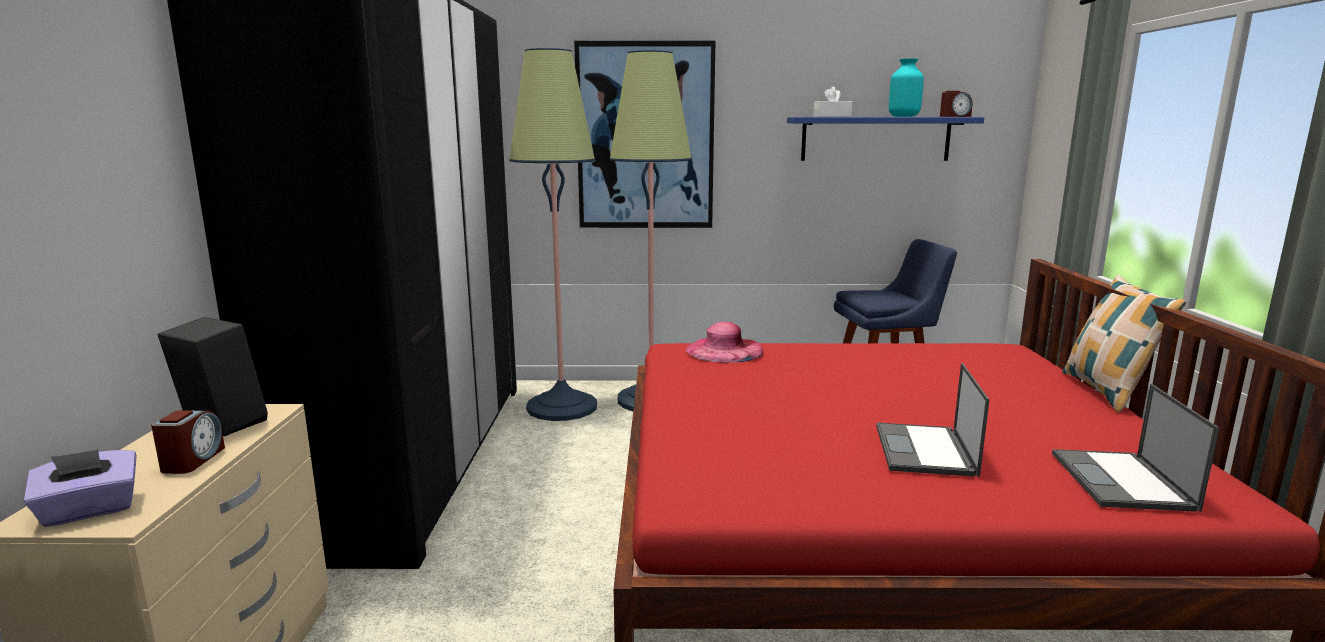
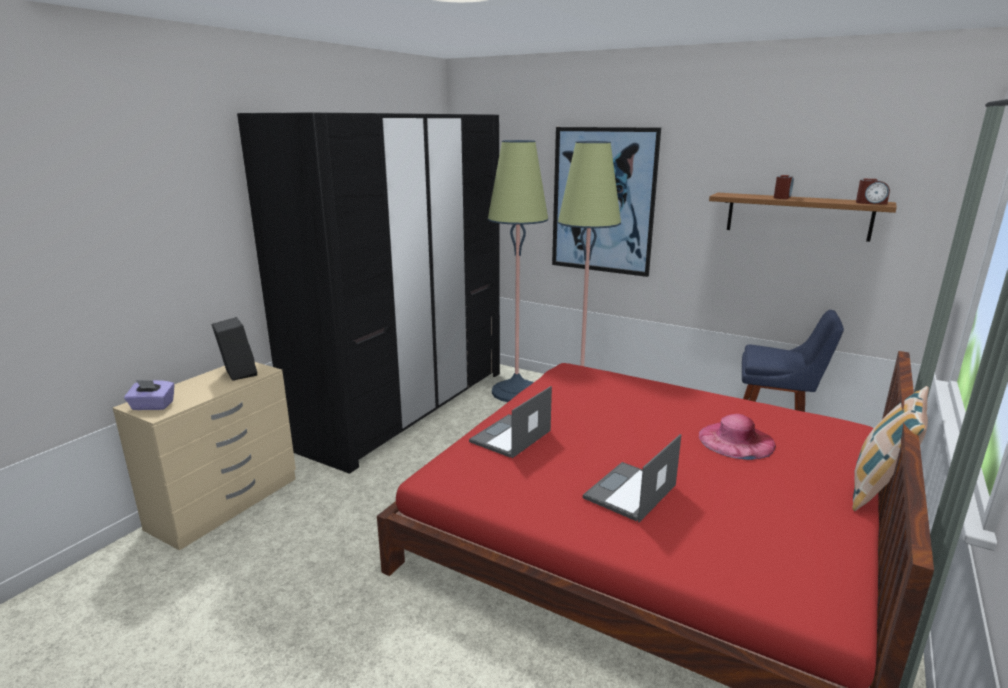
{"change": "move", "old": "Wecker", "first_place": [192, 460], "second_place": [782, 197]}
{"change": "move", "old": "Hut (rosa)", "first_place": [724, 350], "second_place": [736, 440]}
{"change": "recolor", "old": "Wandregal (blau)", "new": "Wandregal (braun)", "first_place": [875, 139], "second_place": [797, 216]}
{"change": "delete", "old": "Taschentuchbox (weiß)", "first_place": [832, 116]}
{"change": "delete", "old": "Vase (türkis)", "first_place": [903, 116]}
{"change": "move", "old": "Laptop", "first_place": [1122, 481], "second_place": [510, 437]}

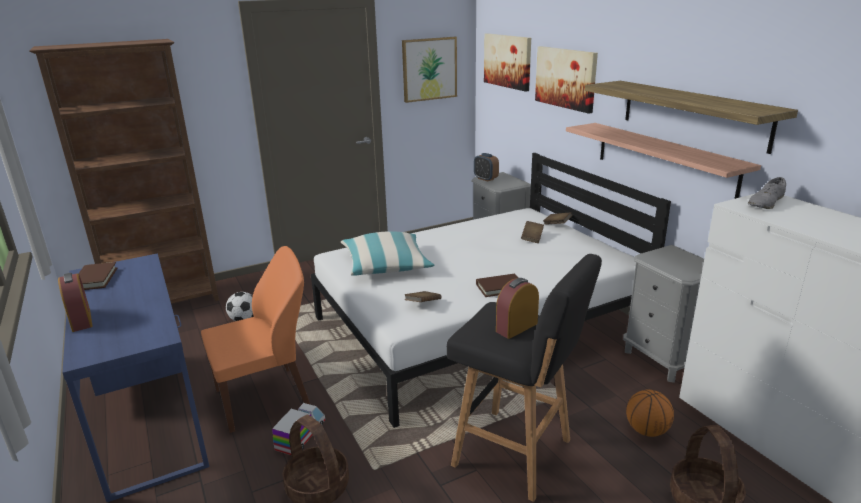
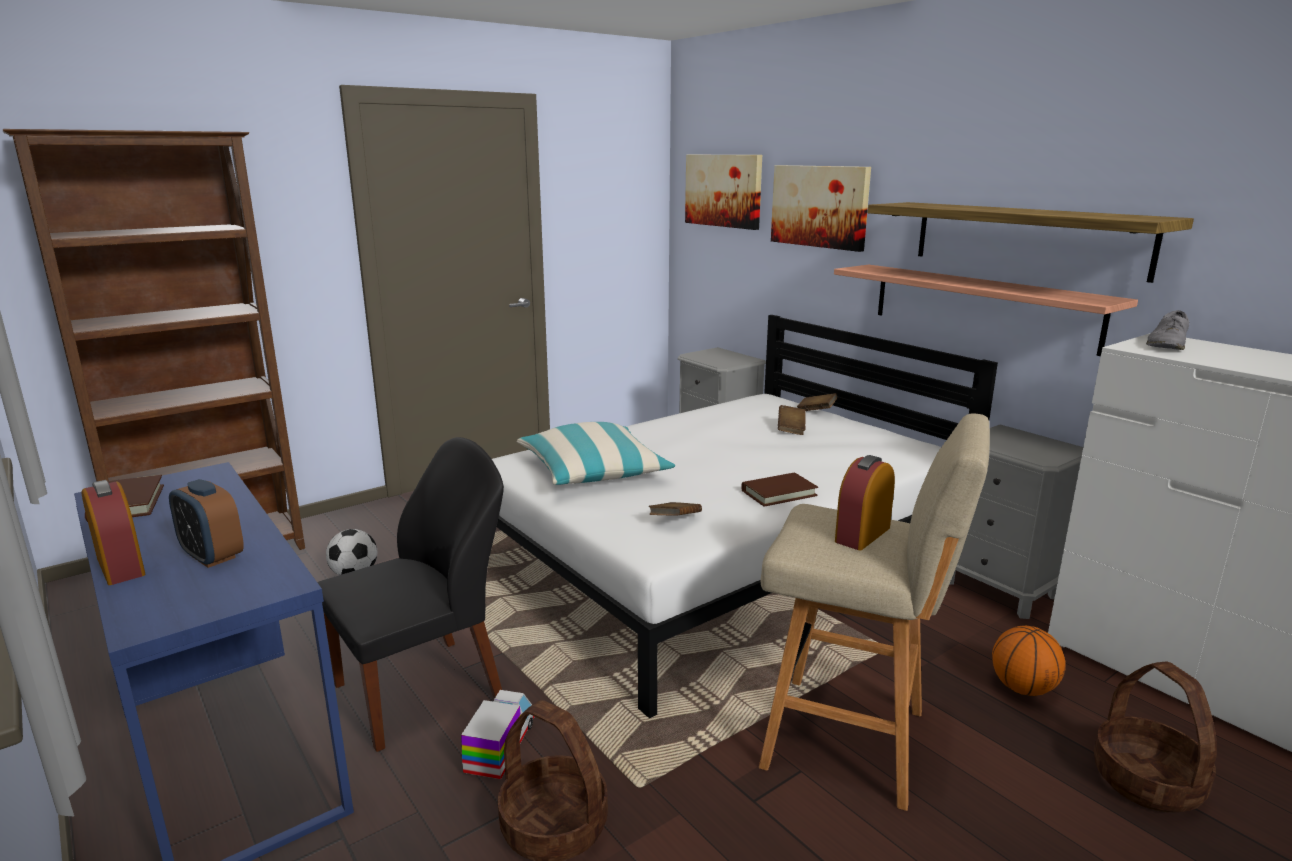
{"change": "recolor", "old": "Stuhl (orange)", "new": "Stuhl (schwarz)", "first_place": [266, 397], "second_place": [423, 690]}
{"change": "delete", "old": "Bild", "first_place": [429, 69]}
{"change": "recolor", "old": "Hocker (schwarz)", "new": "Hocker (beige)", "first_place": [516, 454], "second_place": [851, 741]}
{"change": "move", "old": "Wecker", "first_place": [485, 179], "second_place": [212, 556]}

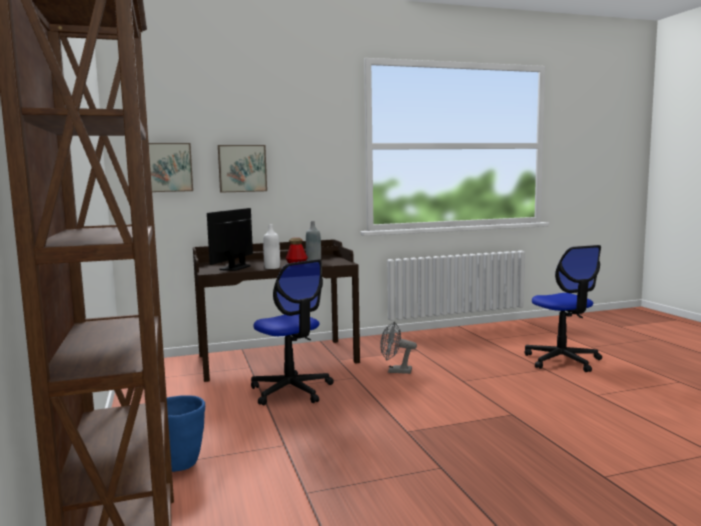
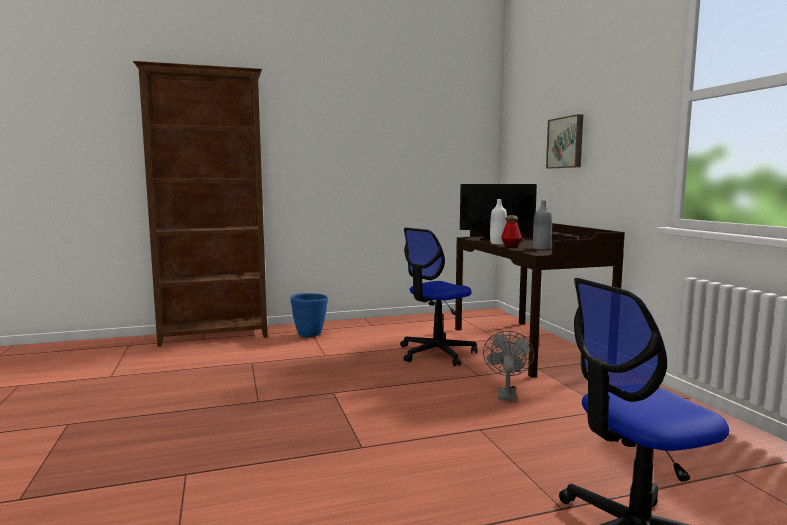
{"change": "delete", "old": "Bild", "first_place": [166, 167]}

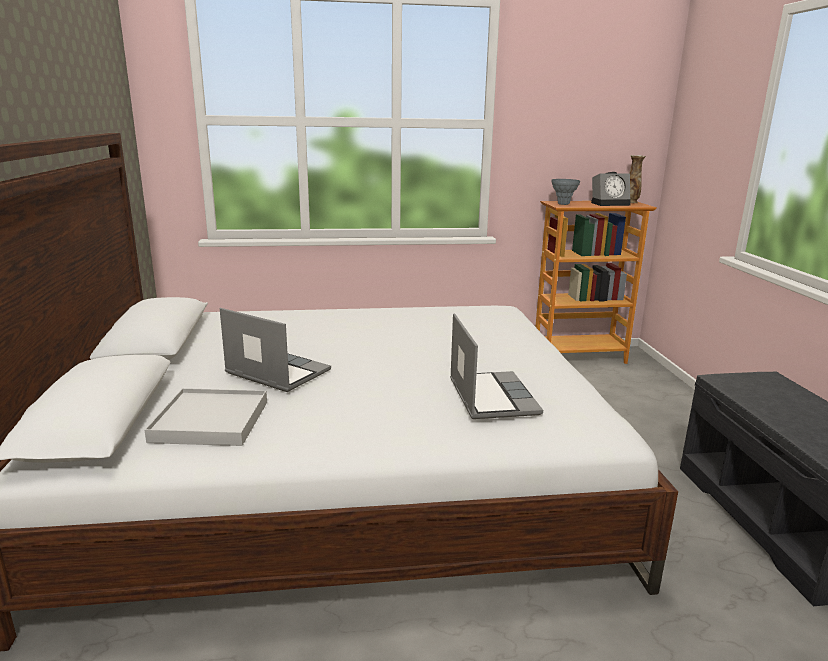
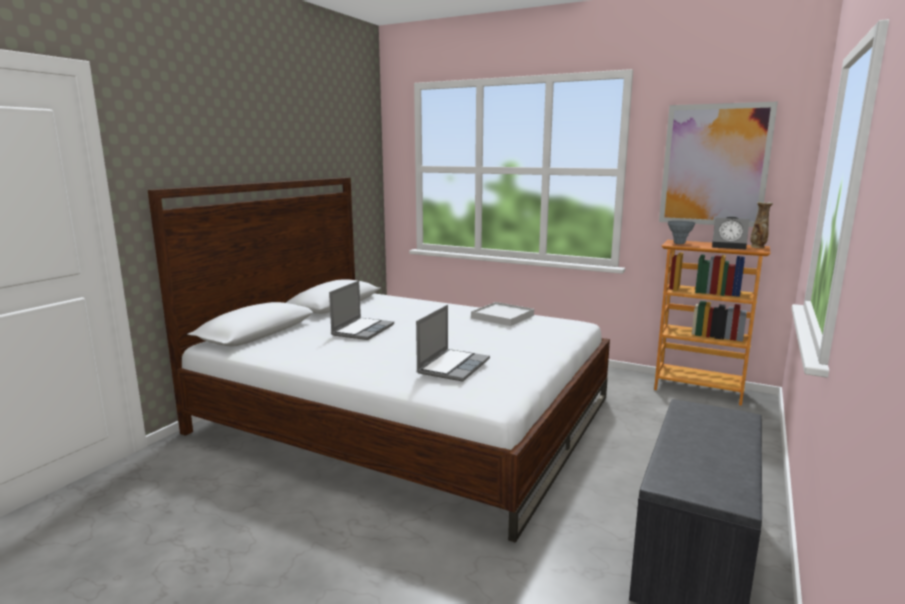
{"change": "move", "old": "Tablett (weiß)", "first_place": [210, 421], "second_place": [502, 316]}
{"change": "rotate", "old": "Laptop", "first_place": [276, 372], "second_place": [362, 330], "degrees": 45}
{"change": "insert", "new": "Bild", "second_place": [714, 165]}

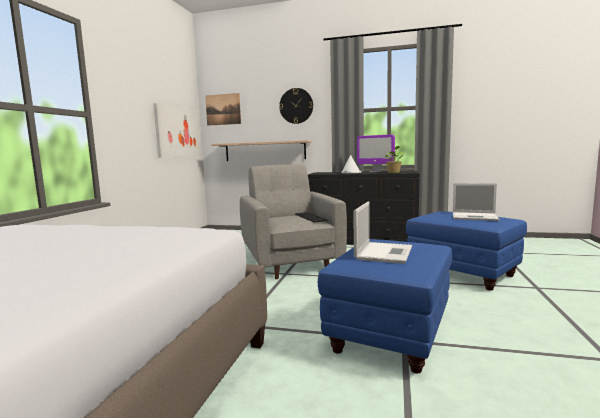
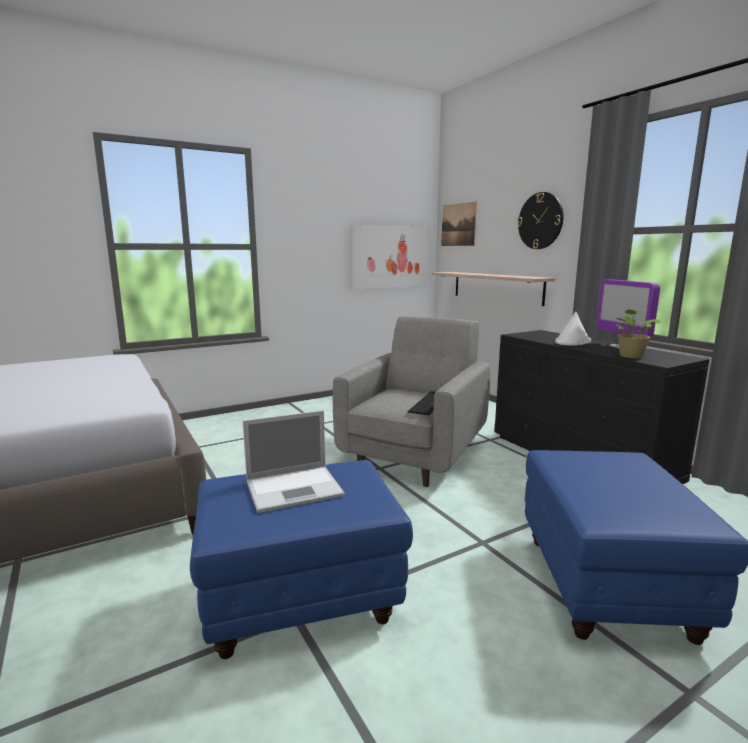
{"change": "delete", "old": "Laptop", "first_place": [475, 217]}

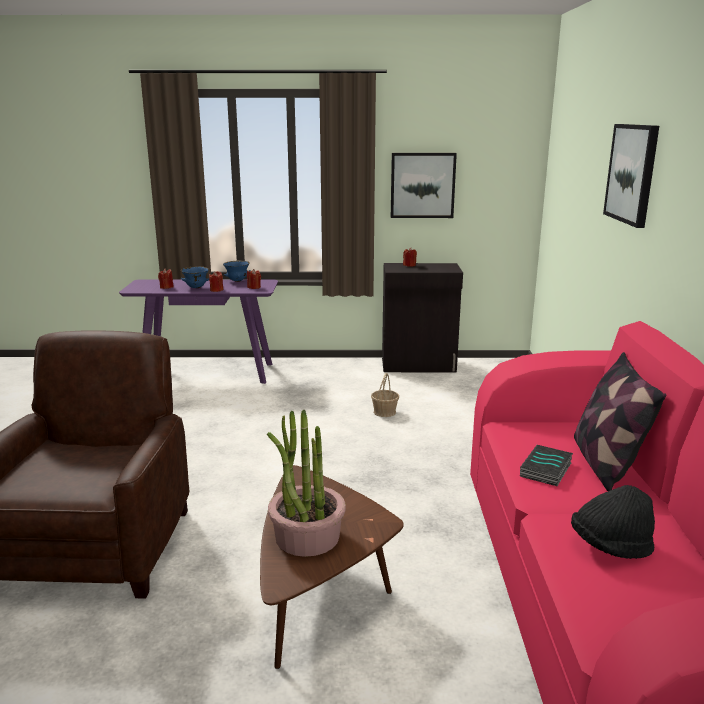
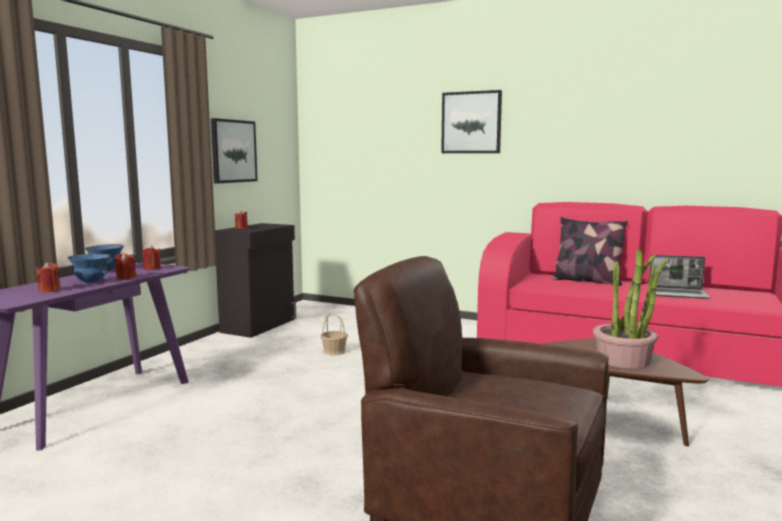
{"change": "delete", "old": "Buch", "first_place": [547, 470]}
{"change": "replace", "old": "Hut (schwarz)", "new": "Laptop", "first_place": [610, 546], "second_place": [678, 294]}

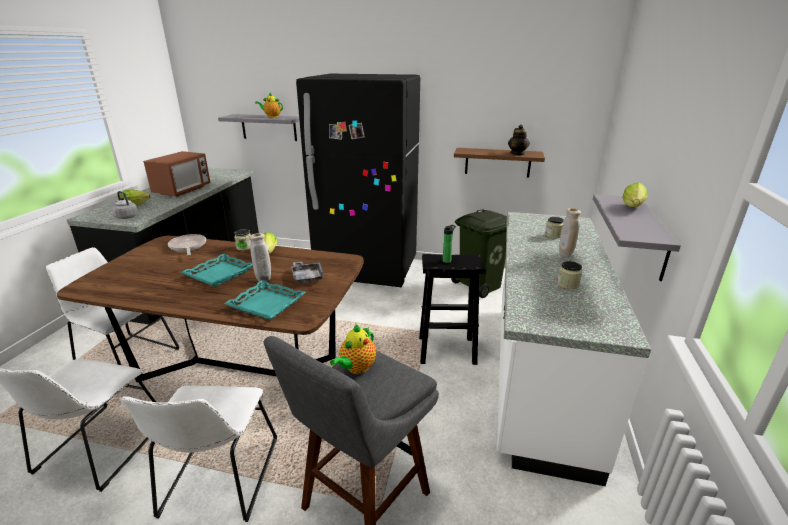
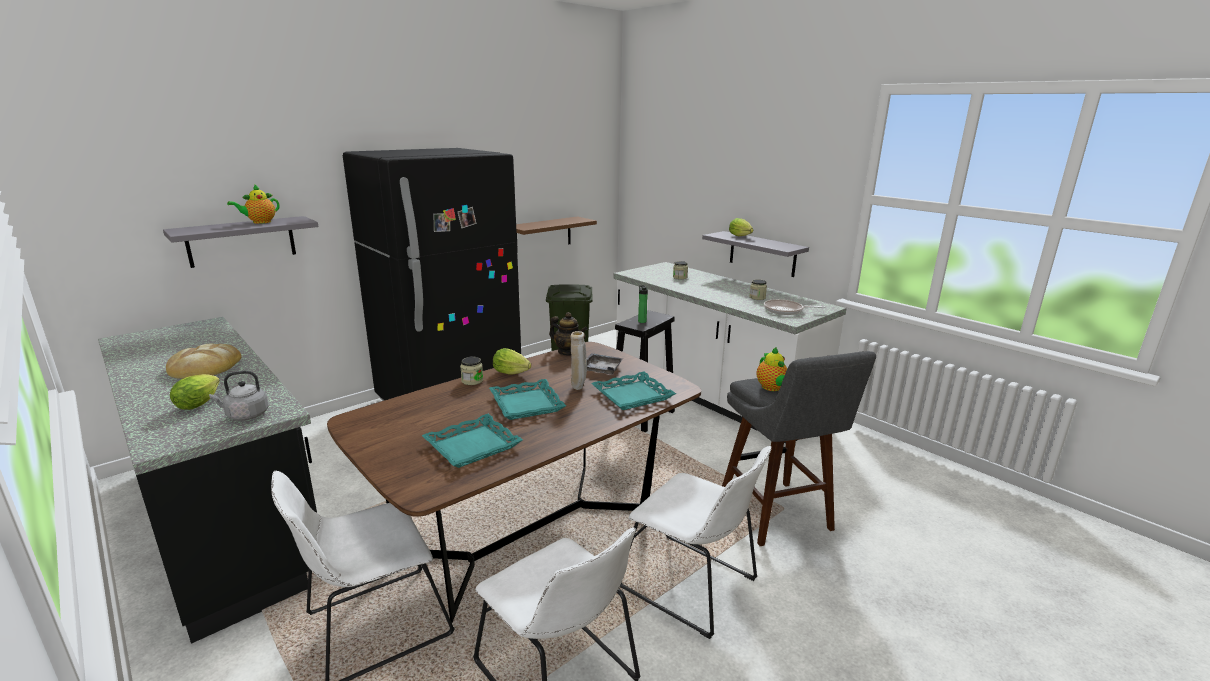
{"change": "replace", "old": "Mikrowelle", "new": "Brot", "first_place": [182, 190], "second_place": [205, 366]}
{"change": "move", "old": "Pfanne", "first_place": [188, 247], "second_place": [785, 310]}
{"change": "move", "old": "Teekanne", "first_place": [517, 154], "second_place": [568, 352]}
{"change": "delete", "old": "Vase (beige)", "first_place": [565, 255]}
{"change": "insert", "new": "Tablett (türkis)", "second_place": [472, 446]}

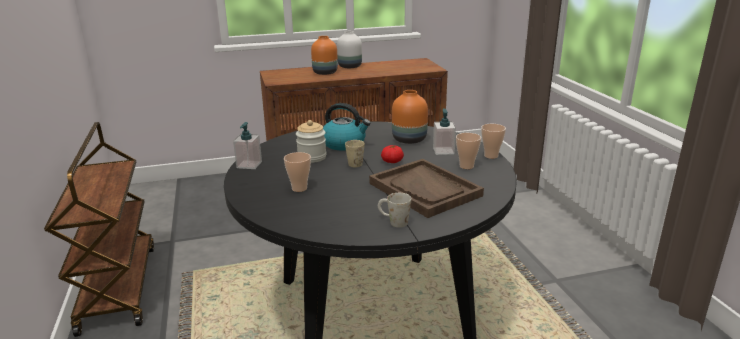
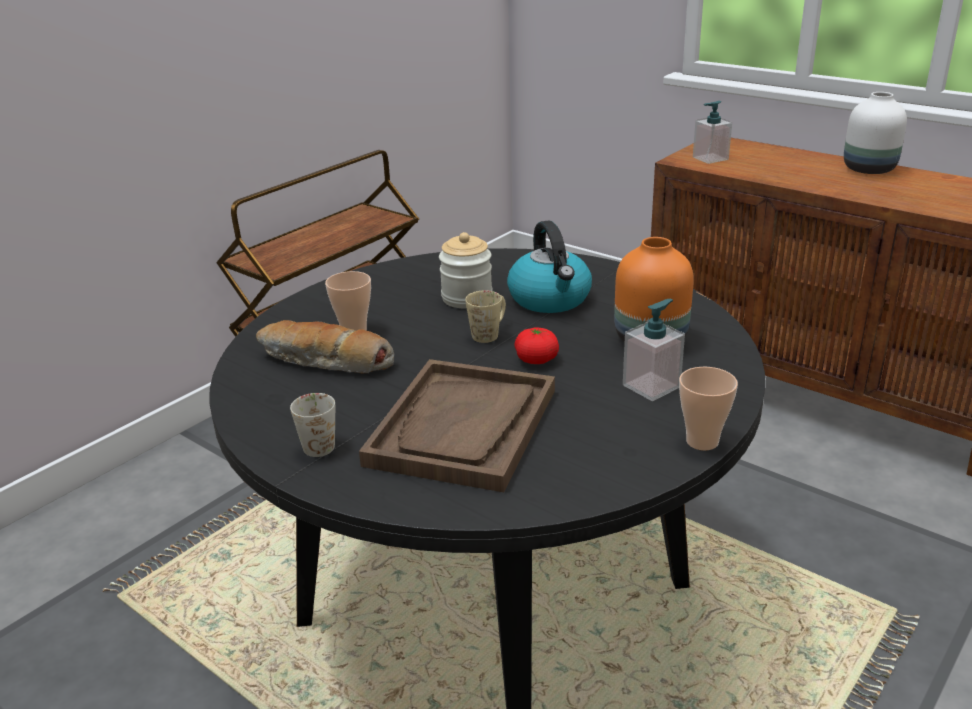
{"change": "move", "old": "Seifenspender", "first_place": [249, 165], "second_place": [710, 158]}
{"change": "delete", "old": "Vase (orange)", "first_place": [325, 73]}
{"change": "delete", "old": "Tasse", "first_place": [466, 166]}
{"change": "insert", "new": "Brot", "second_place": [325, 362]}

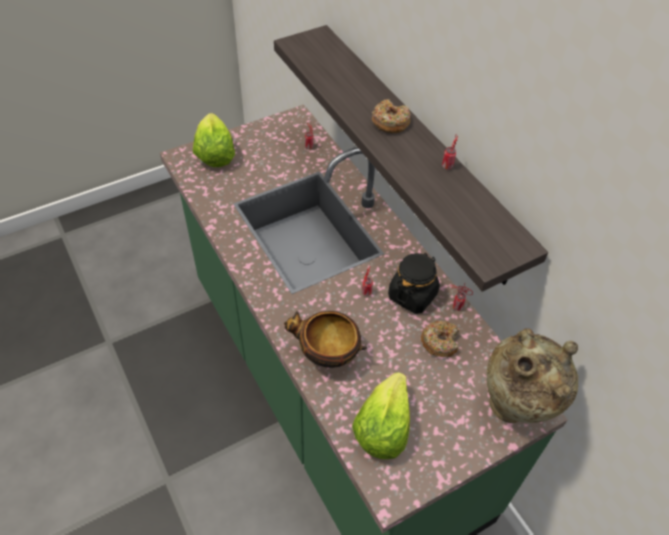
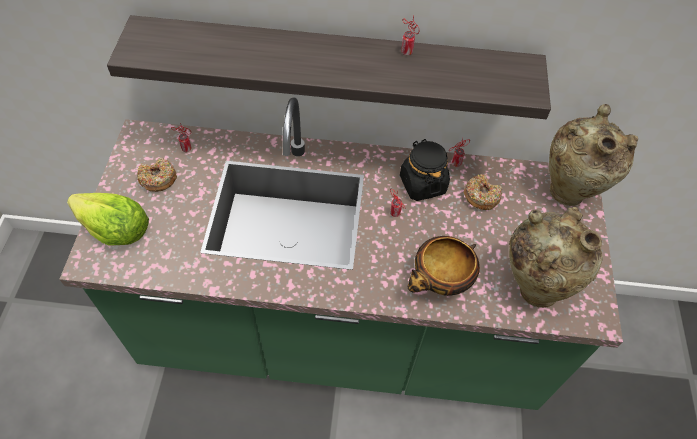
{"change": "replace", "old": "Salatkopf", "new": "Vase (beige)", "first_place": [382, 427], "second_place": [534, 286]}
{"change": "move", "old": "Donut", "first_place": [390, 122], "second_place": [158, 179]}

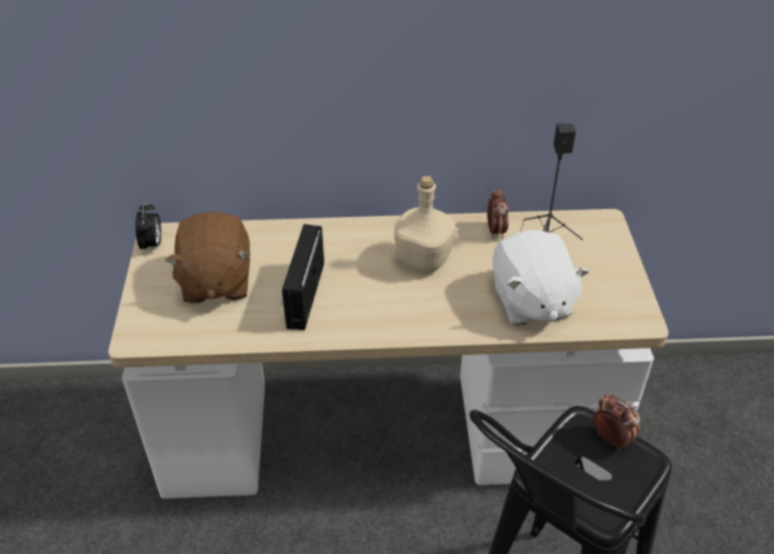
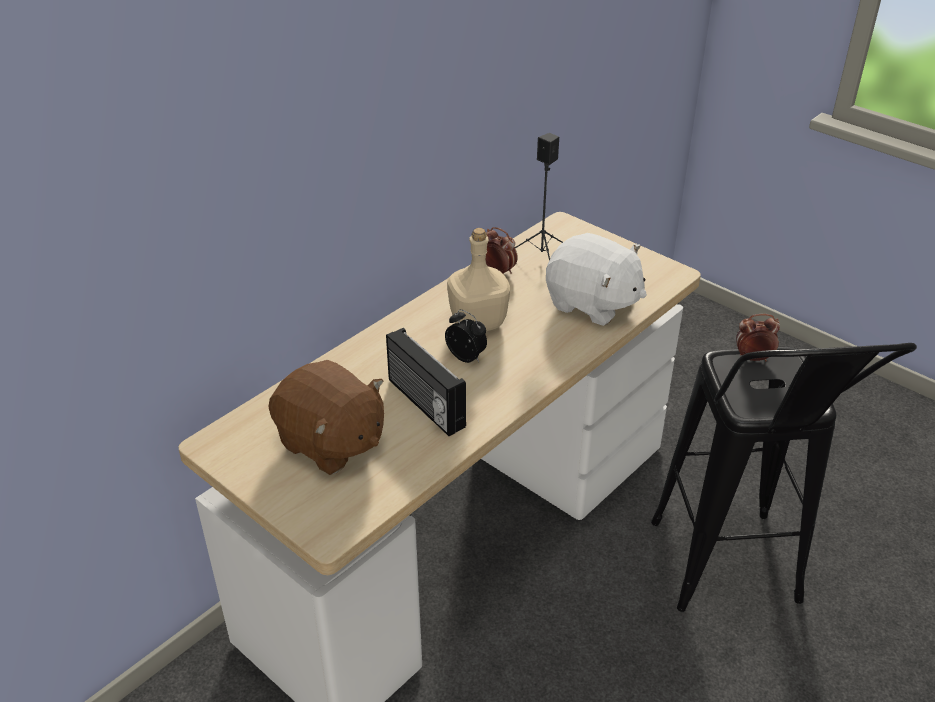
{"change": "move", "old": "Wecker", "first_place": [152, 245], "second_place": [467, 357]}

